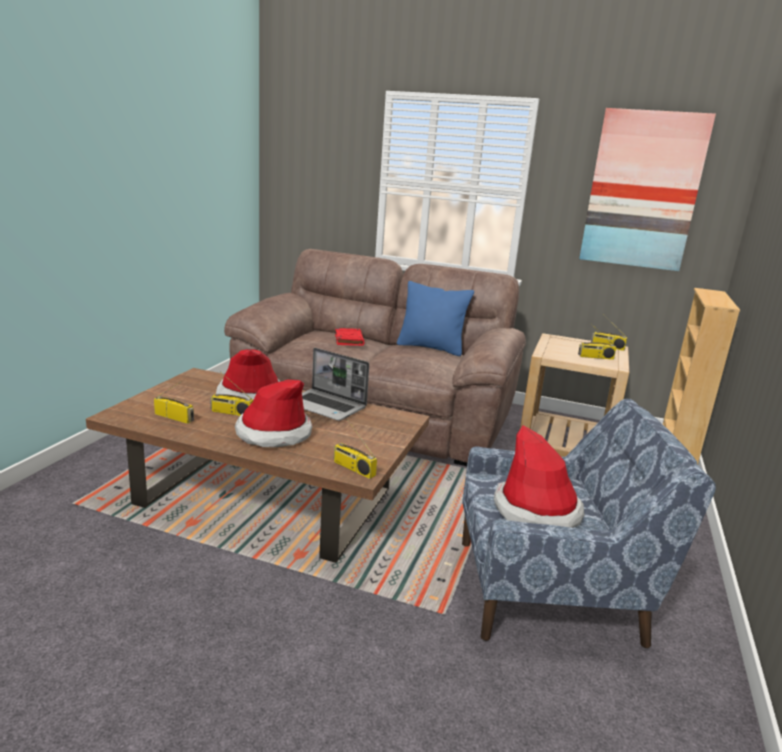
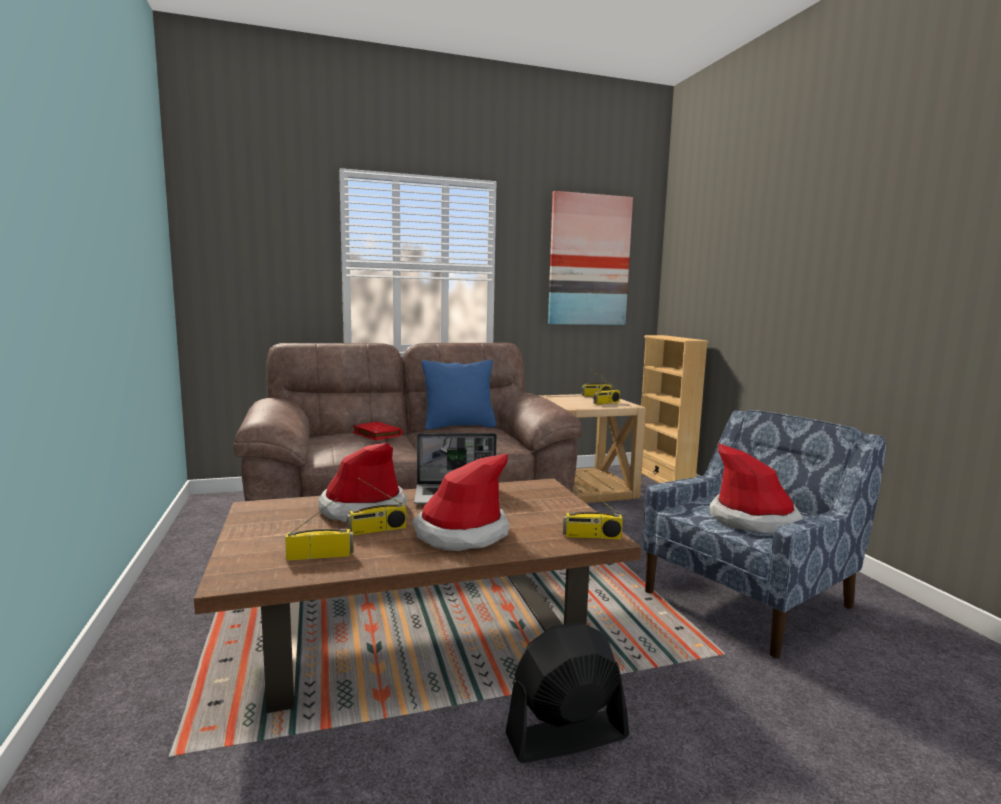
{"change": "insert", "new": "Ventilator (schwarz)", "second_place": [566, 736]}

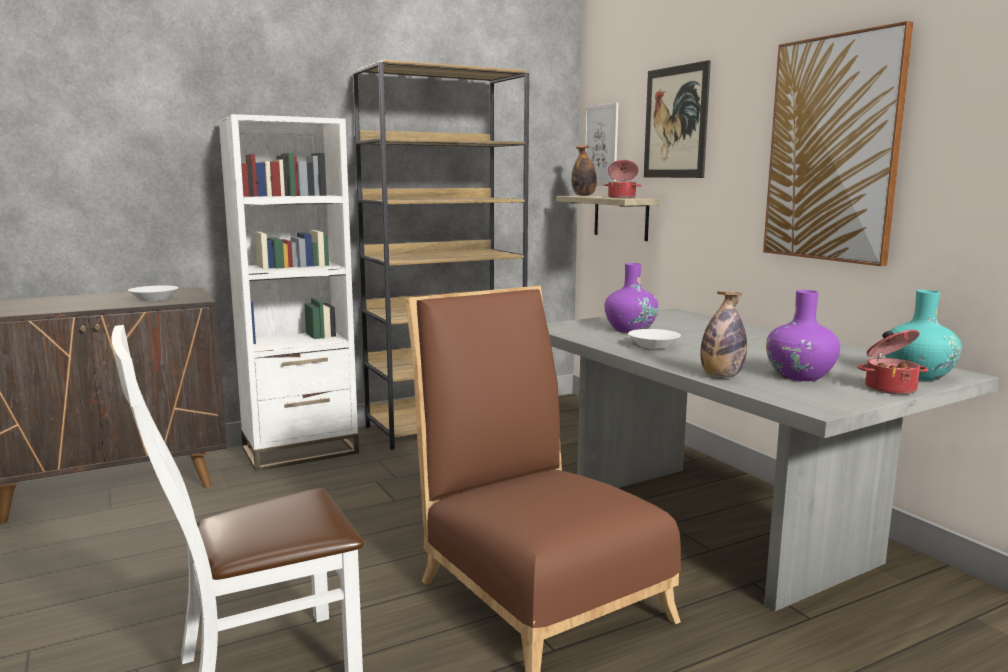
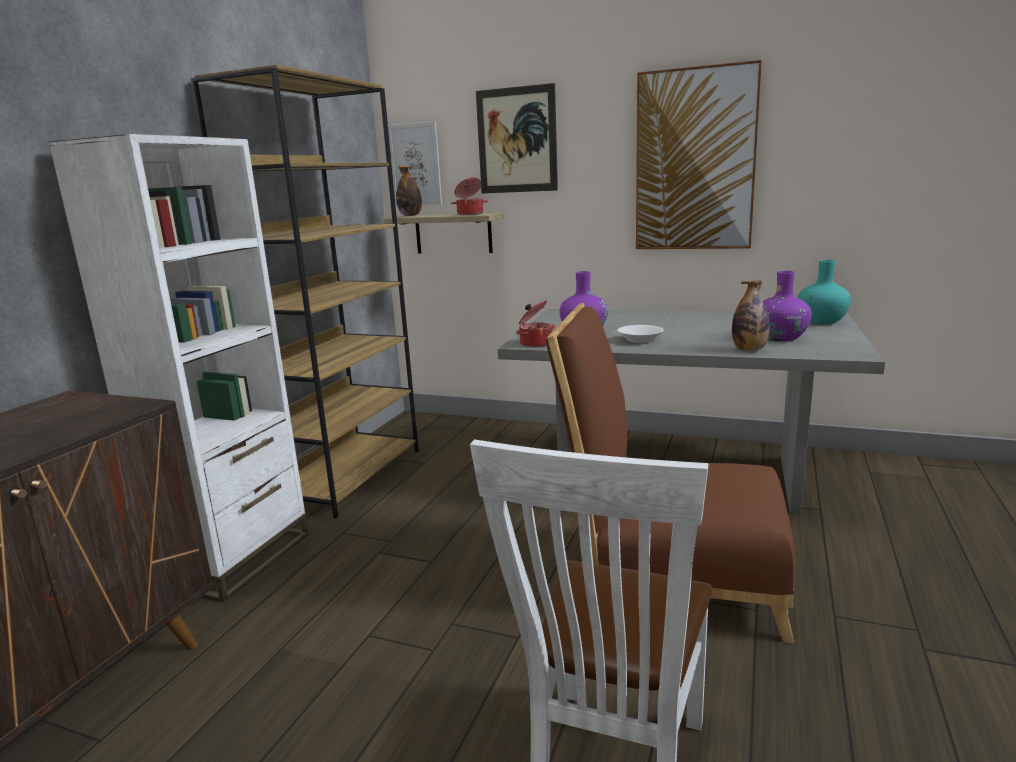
{"change": "delete", "old": "Schüssel (weiß)", "first_place": [155, 299]}
{"change": "move", "old": "Kochtopf", "first_place": [889, 388], "second_place": [535, 343]}

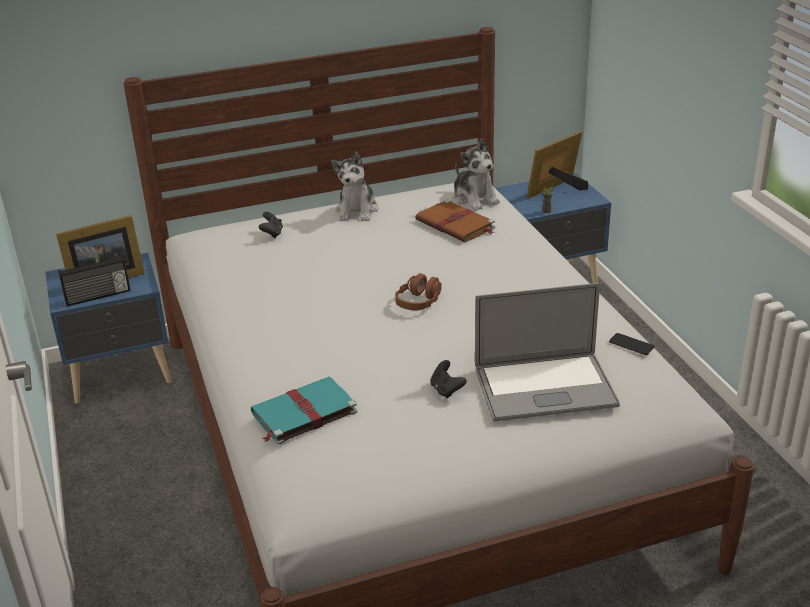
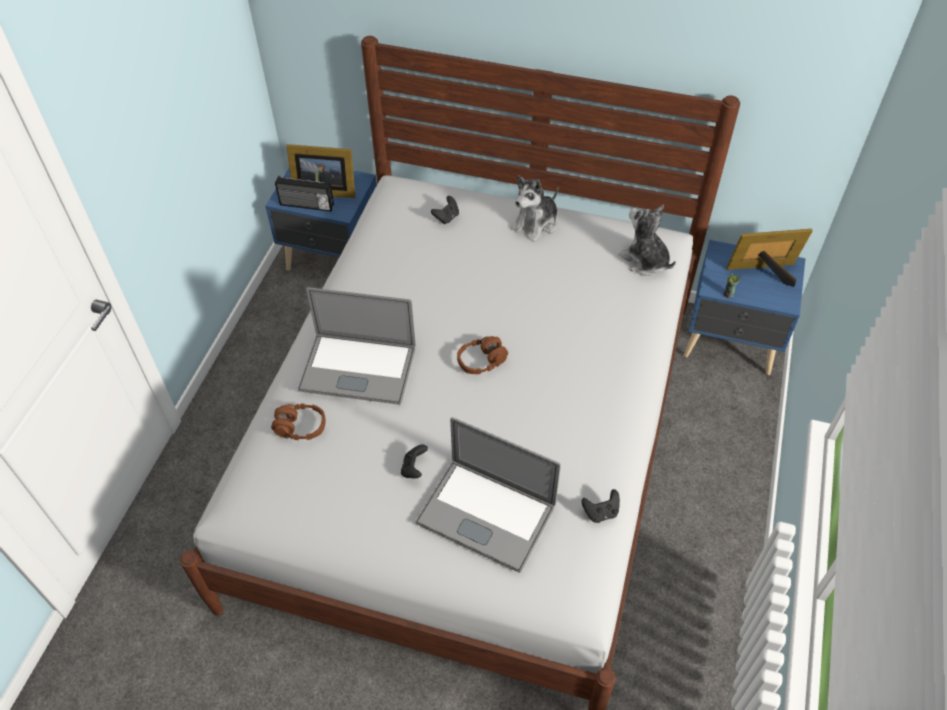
{"change": "replace", "old": "Buch (türkis)", "new": "Kopfhörer (braun)", "first_place": [302, 413], "second_place": [300, 427]}
{"change": "delete", "old": "Buch (braun)", "first_place": [456, 224]}
{"change": "rotate", "old": "Plüschtier", "first_place": [475, 198], "second_place": [645, 261], "degrees": 135}
{"change": "replace", "old": "Handy", "new": "Gamepad (schwarz)", "first_place": [631, 344], "second_place": [601, 512]}
{"change": "insert", "new": "Laptop", "second_place": [358, 368]}

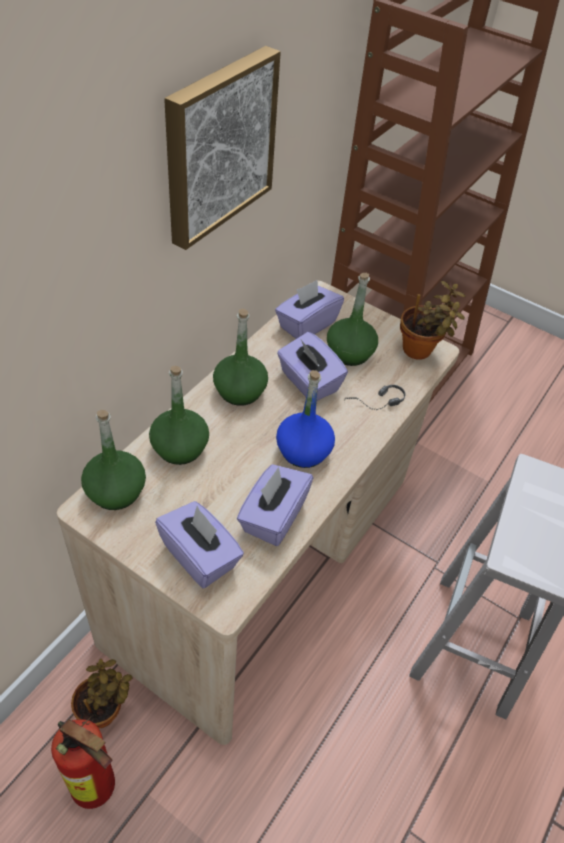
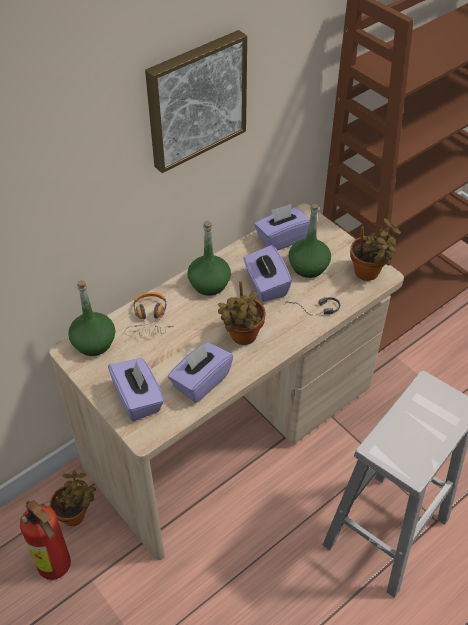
{"change": "replace", "old": "Flasche (grün)", "new": "Kopfhörer", "first_place": [180, 447], "second_place": [150, 319]}
{"change": "replace", "old": "Flasche (blau)", "new": "Topfpflanze", "first_place": [303, 451], "second_place": [242, 337]}

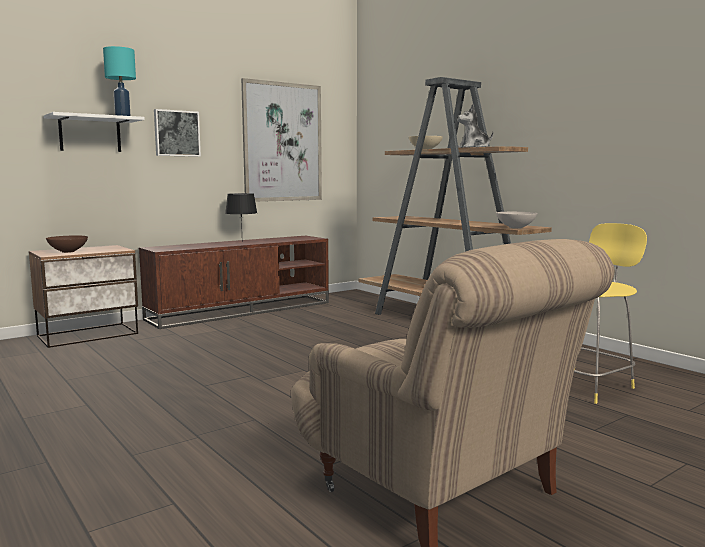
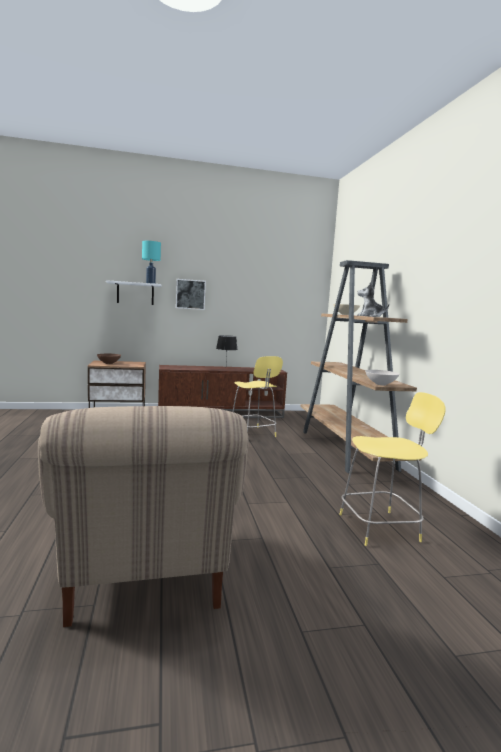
{"change": "delete", "old": "Bild", "first_place": [282, 142]}
{"change": "insert", "new": "Hocker (gelb)", "second_place": [253, 434]}

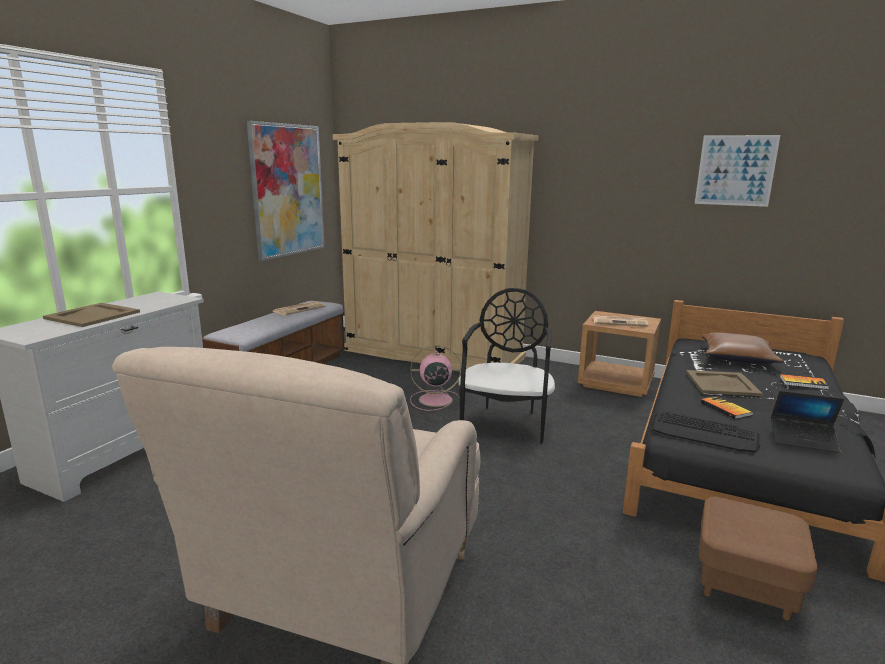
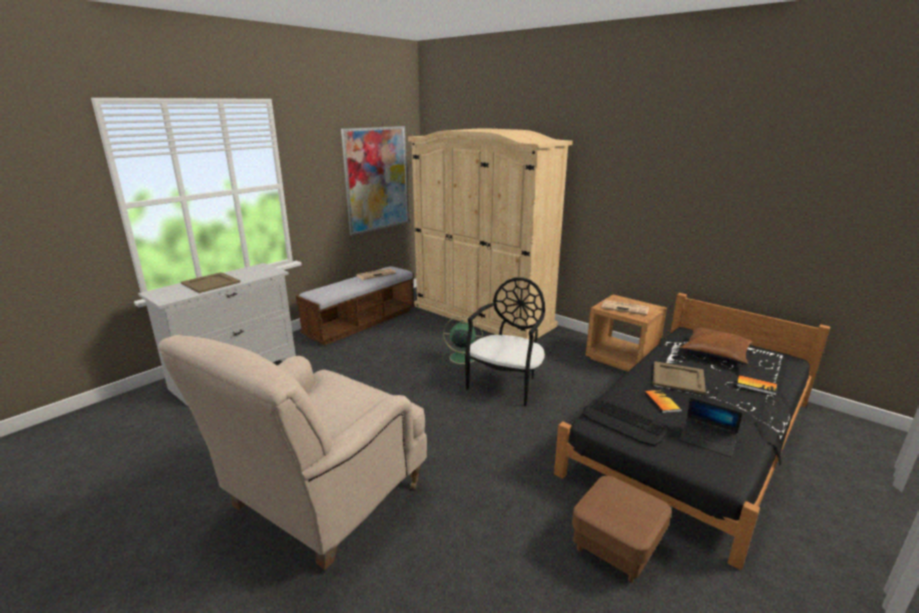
{"change": "recolor", "old": "Ventilator (rosa)", "new": "Ventilator (grün)", "first_place": [433, 400], "second_place": [461, 357]}
{"change": "delete", "old": "Bild", "first_place": [735, 170]}

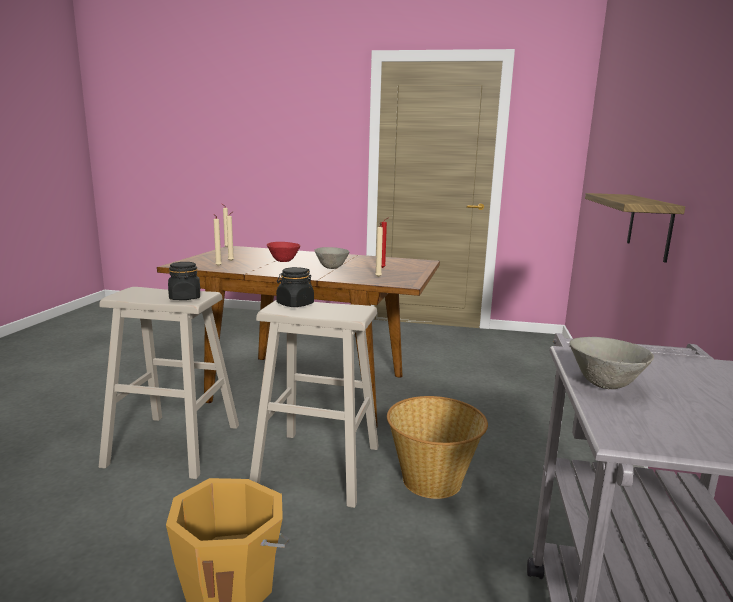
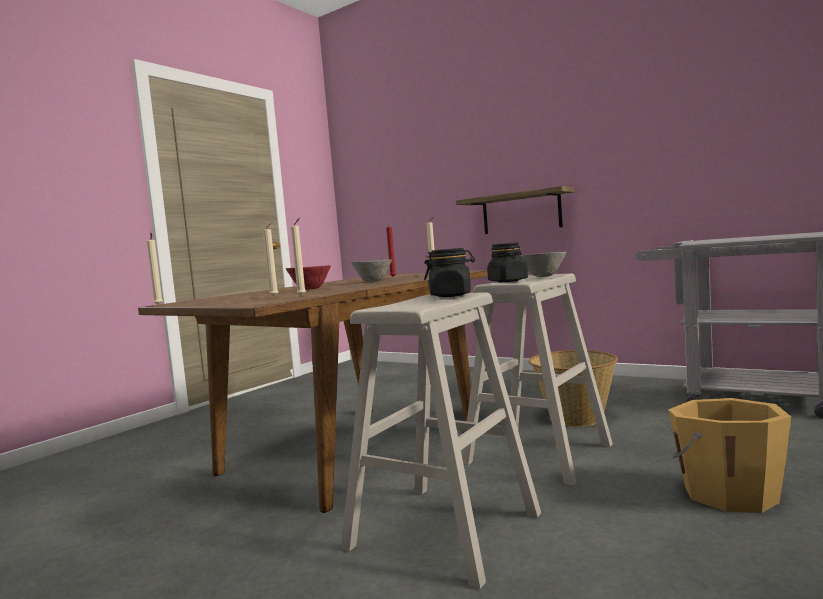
{"change": "move", "old": "Schüssel (grau)", "first_place": [605, 384], "second_place": [543, 276]}

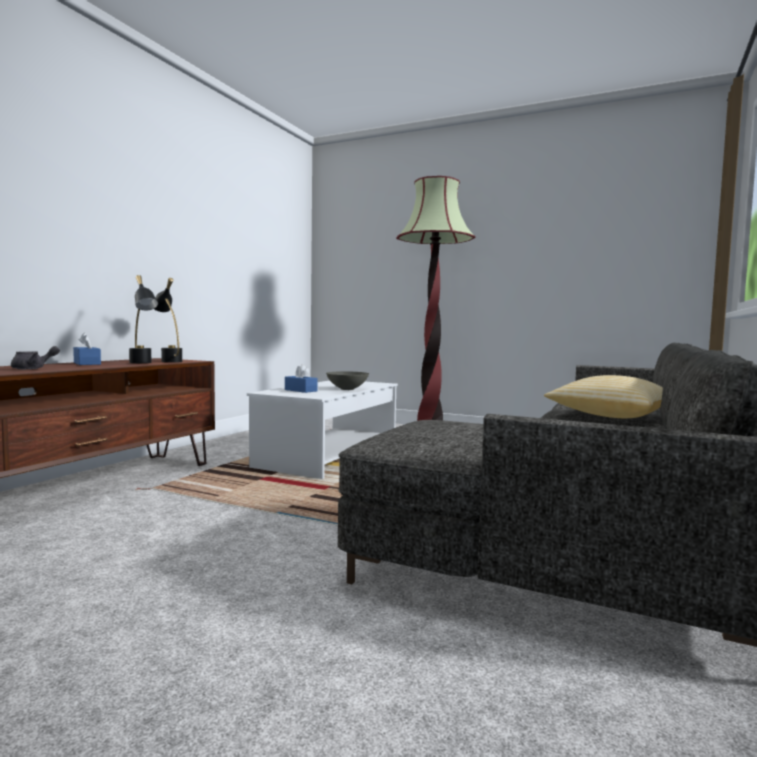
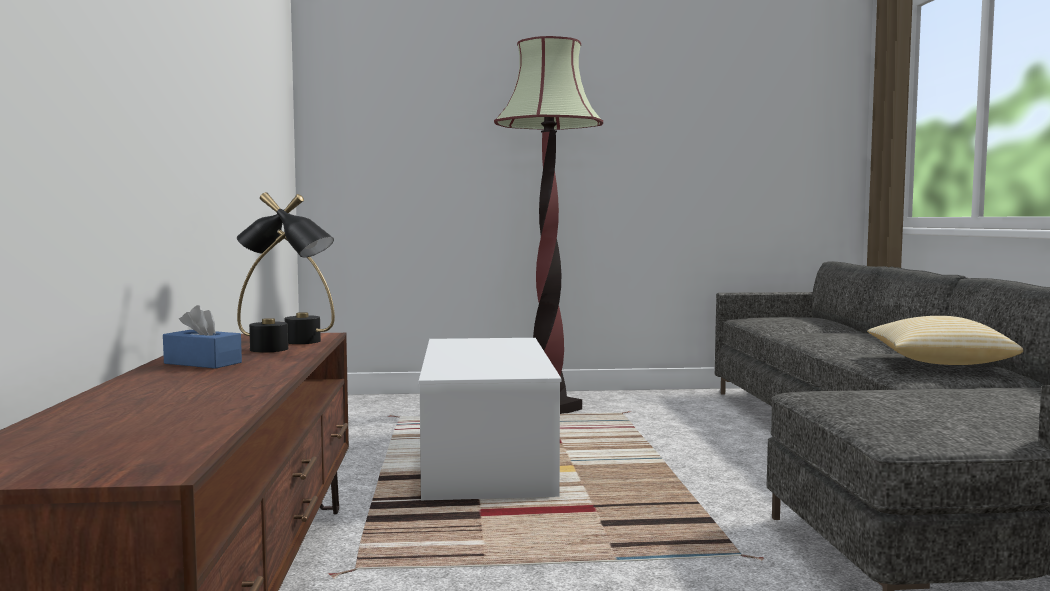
{"change": "delete", "old": "Teekanne (grau)", "first_place": [33, 368]}
{"change": "delete", "old": "Taschentuchbox (blau)", "first_place": [300, 390]}
{"change": "delete", "old": "Schüssel (grau)", "first_place": [346, 389]}

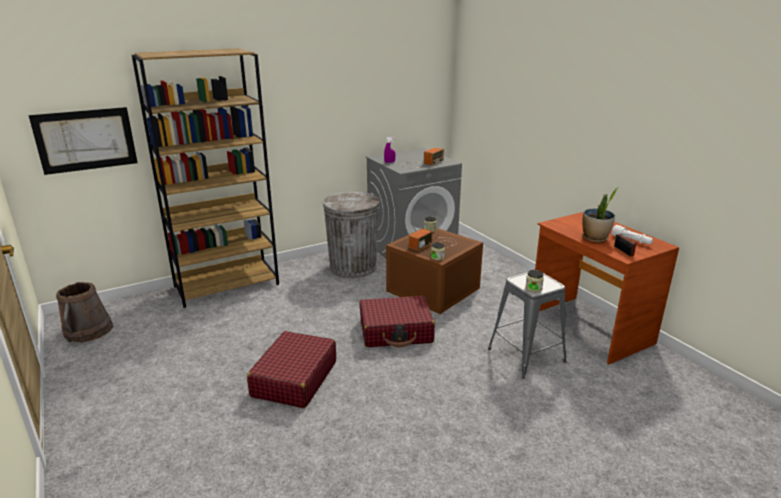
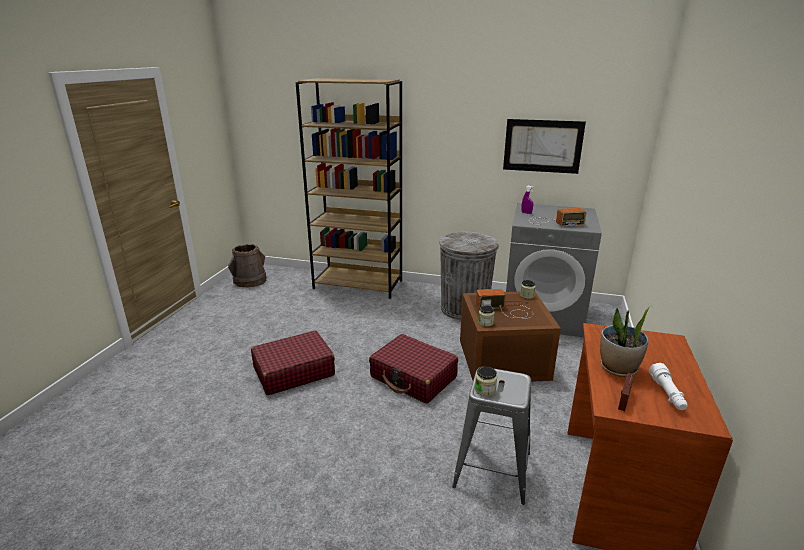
{"change": "move", "old": "Bild", "first_place": [86, 140], "second_place": [542, 146]}

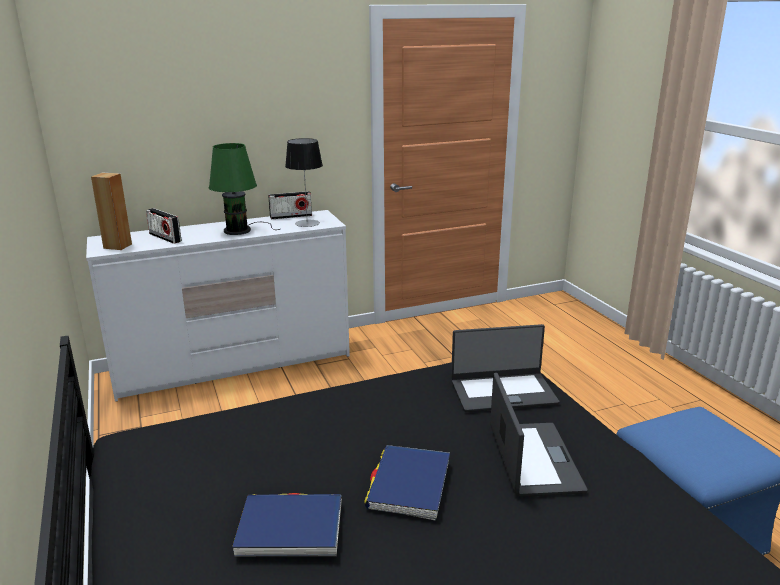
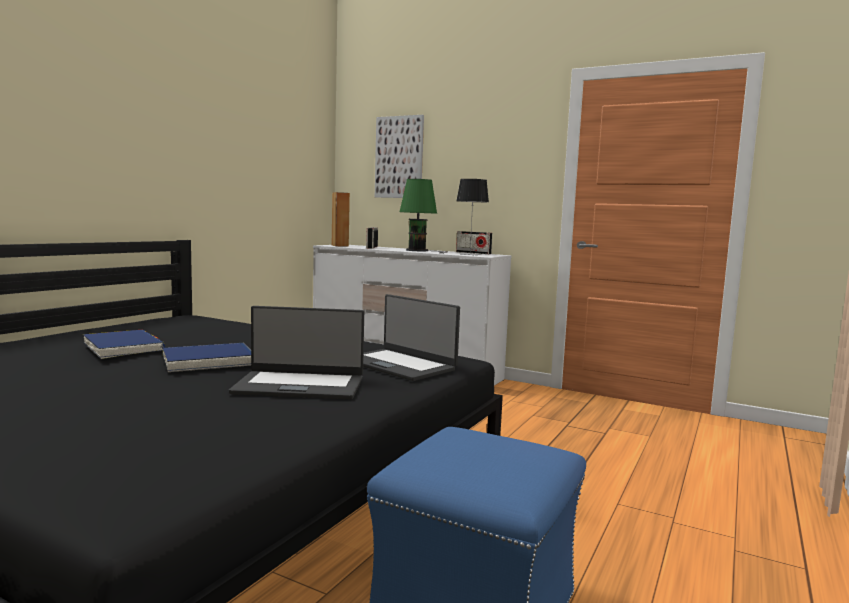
{"change": "rotate", "old": "Laptop", "first_place": [533, 459], "second_place": [300, 385], "degrees": 45}
{"change": "insert", "new": "Bild", "second_place": [399, 157]}

